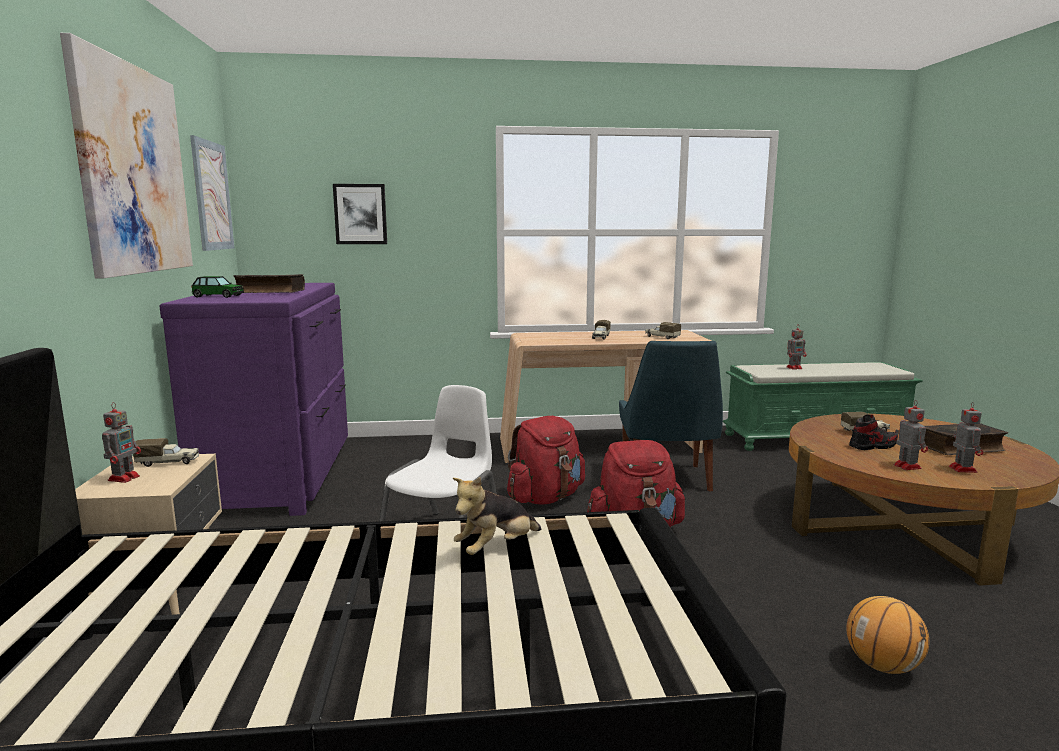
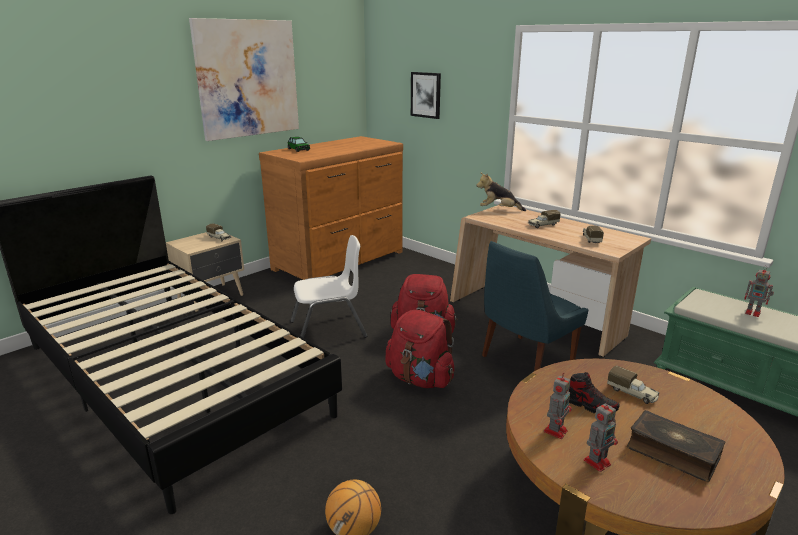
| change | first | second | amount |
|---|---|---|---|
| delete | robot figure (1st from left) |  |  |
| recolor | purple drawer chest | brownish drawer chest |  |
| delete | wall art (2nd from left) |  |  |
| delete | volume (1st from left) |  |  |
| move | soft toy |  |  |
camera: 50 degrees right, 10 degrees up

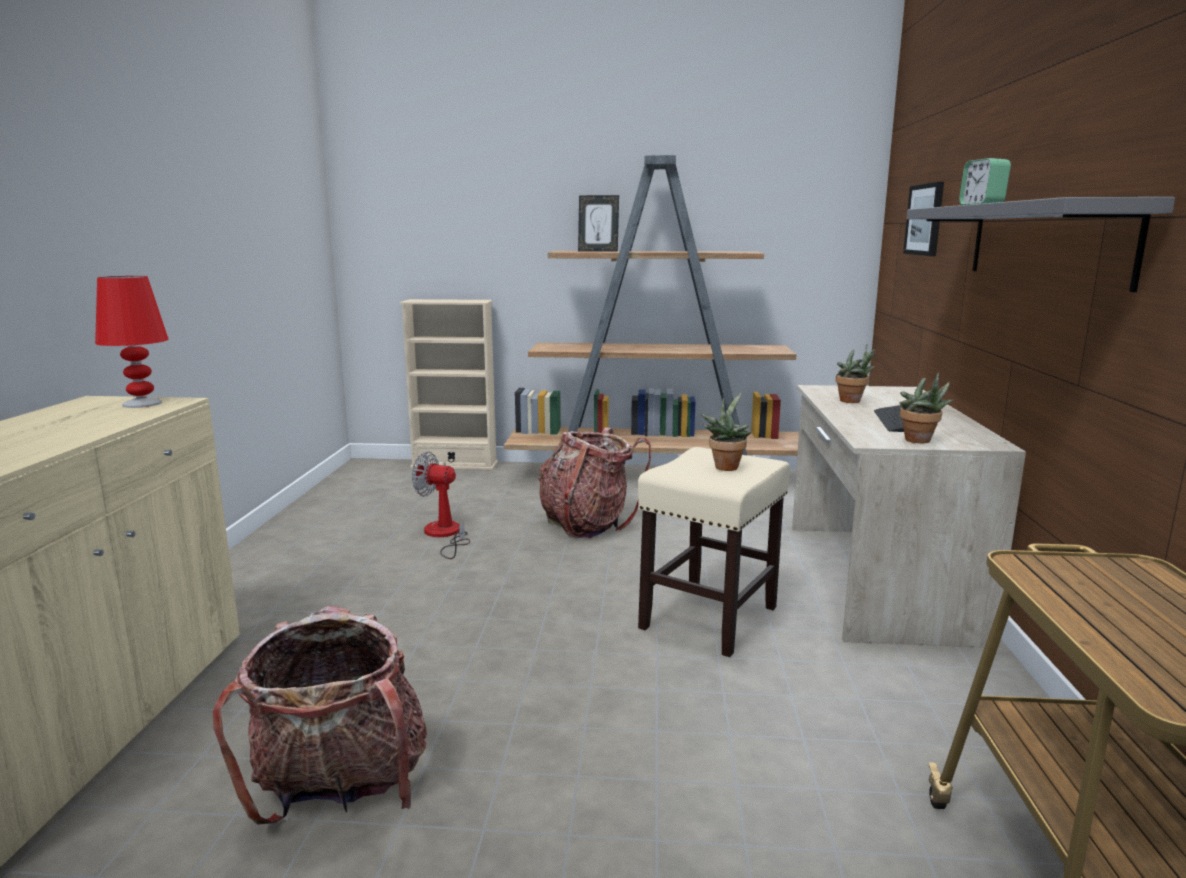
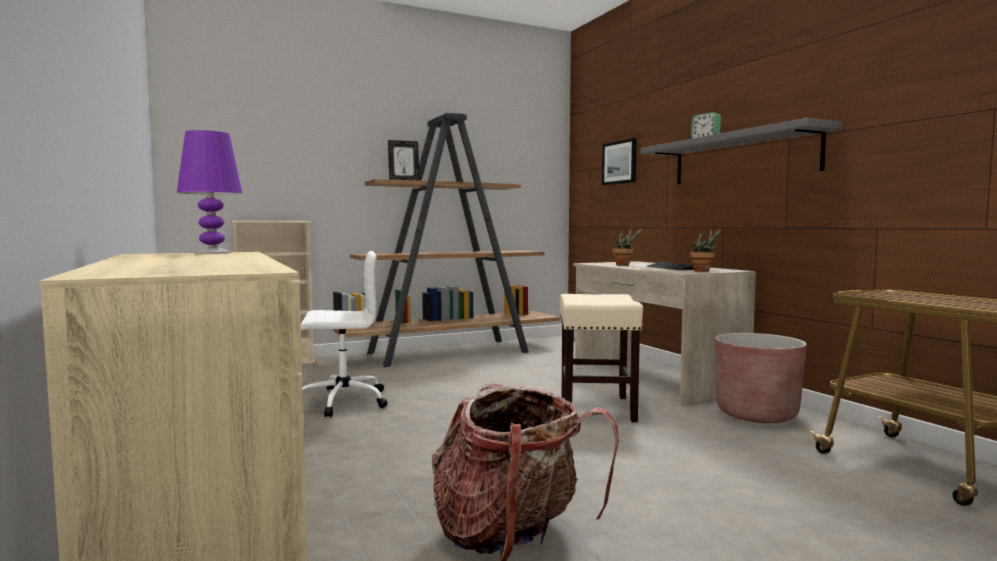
| change | first | second | amount |
|---|---|---|---|
| recolor | reddish table lamp | purple table lamp |  |
| replace | fan | whitish computer chair |  |
| delete | rucksack (2nd from left) |  |  |
| delete | potted plant (1st from left) |  |  |
| insert |  | brownish plant pot |  |
camera: 30 degrees left, 10 degrees down

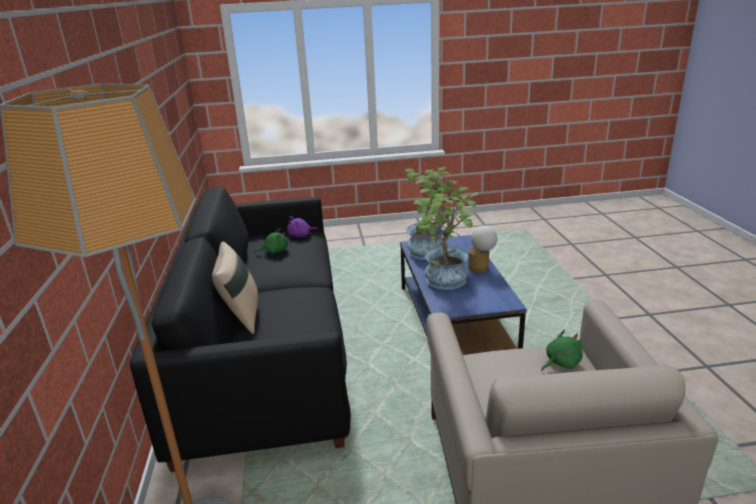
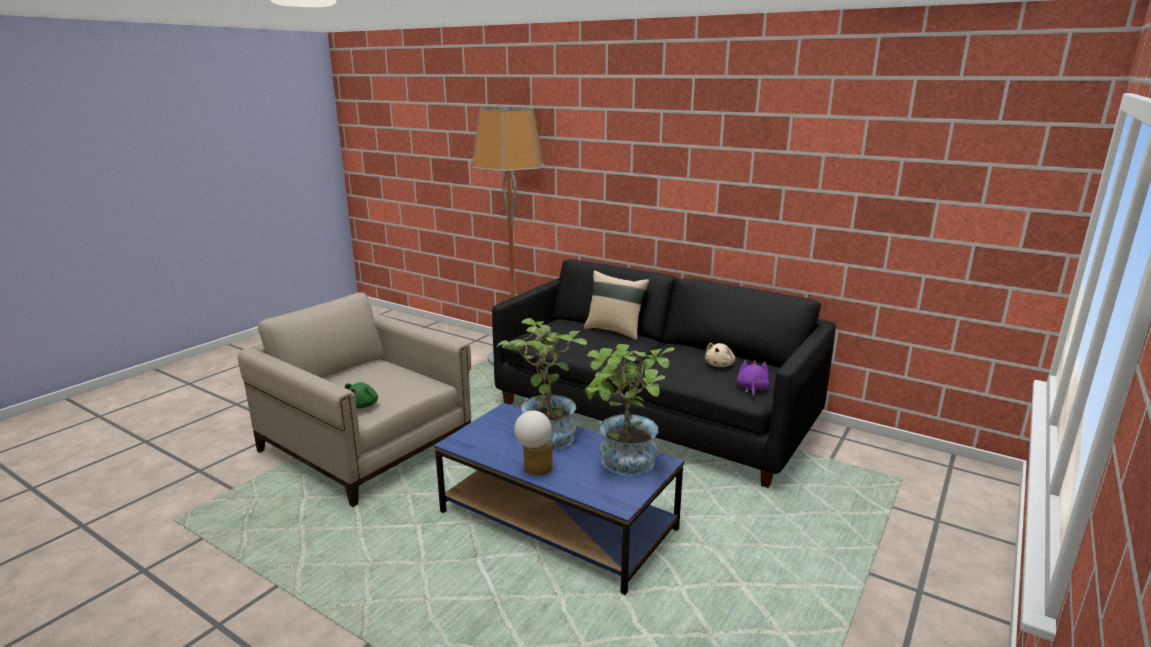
| change | first | second | amount |
|---|---|---|---|
| recolor | green-coloured soft toy (1st from left) | beige-coloured soft toy |  |
camera: 130 degrees right, 5 degrees down

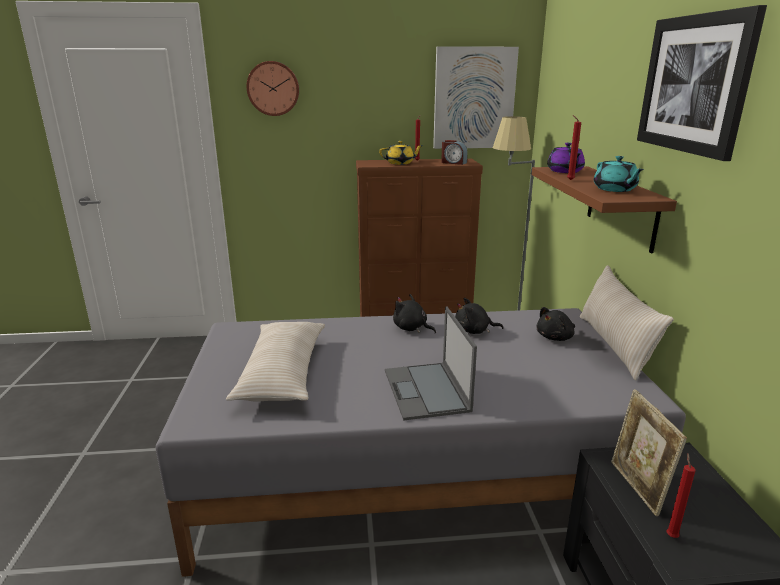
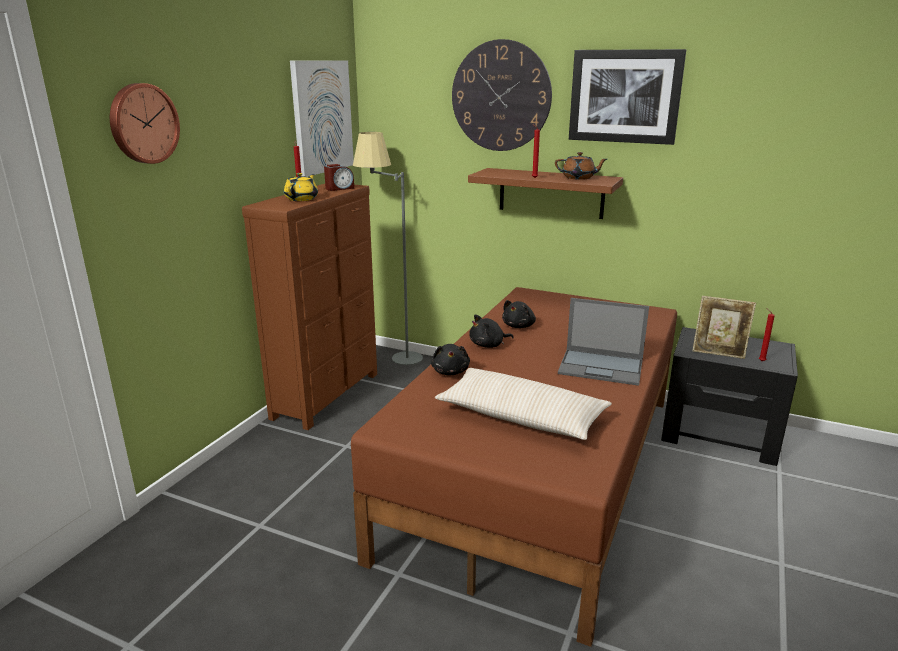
| change | first | second | amount |
|---|---|---|---|
| recolor | greyish bedroom bed | brownish bedroom bed |  |
| move | blackish soft toy (3rd from left in the first image) | blackish soft toy (1st from left) |  |
| delete | purple tea pot |  |  |
| delete | beige-coloured pillow (2nd from left) |  |  |
| recolor | blue-green tea pot | brownish tea pot |  |
| insert |  | wall clock (2nd from left) |  |
camera: 60 degrees left, 0 degrees up

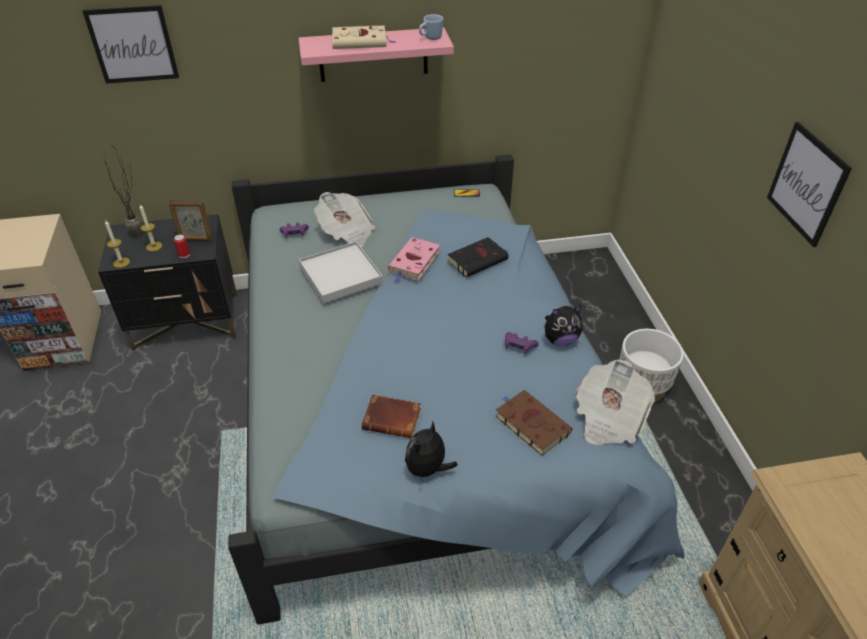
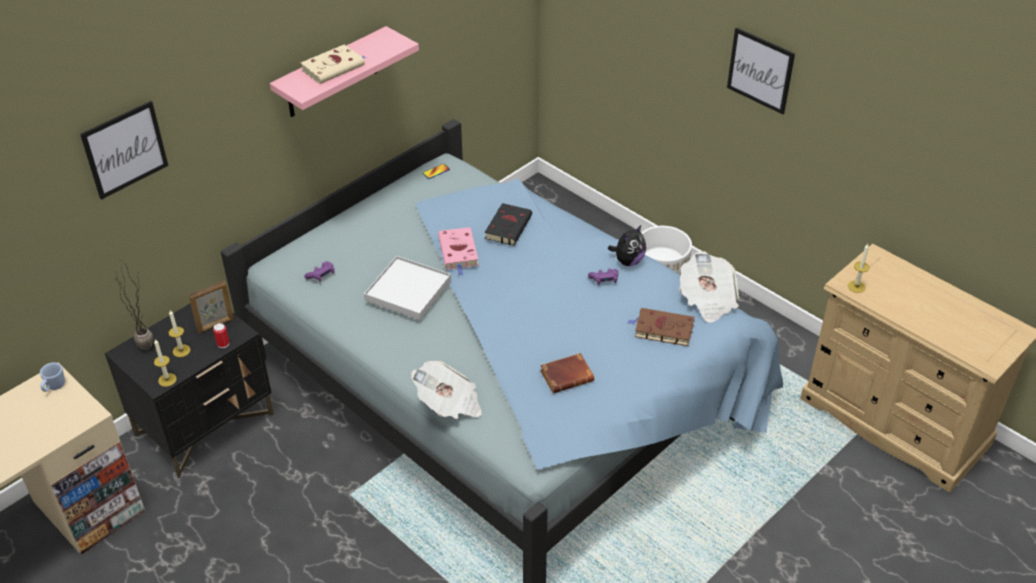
| change | first | second | amount |
|---|---|---|---|
| move | newspaper (1st from left) |  |  |
| delete | soft toy (1st from left) |  |  |
| move | blue tea mug |  |  |
| insert |  | wax candle (3rd from left) |  |
camera: 35 degrees left, 0 degrees up

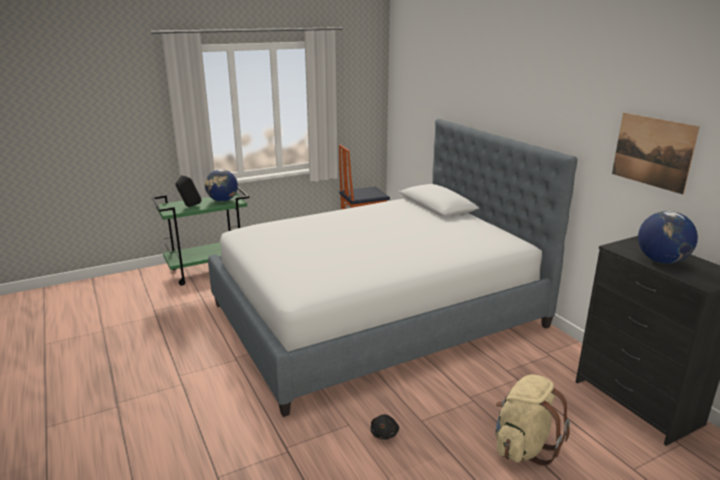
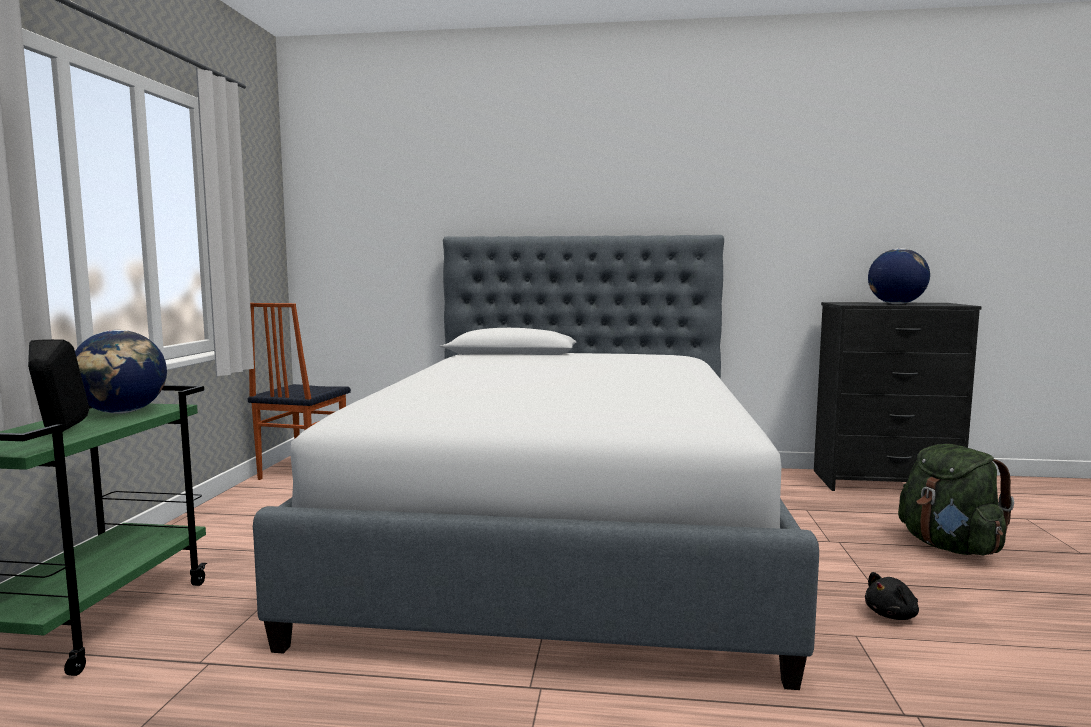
| change | first | second | amount |
|---|---|---|---|
| rotate | blackish soft toy |  | 105 degrees clockwise |
| recolor | beige-coloured rucksack | green-coloured rucksack |  |
| delete | wall art |  |  |
camera: 55 degrees left, 15 degrees down

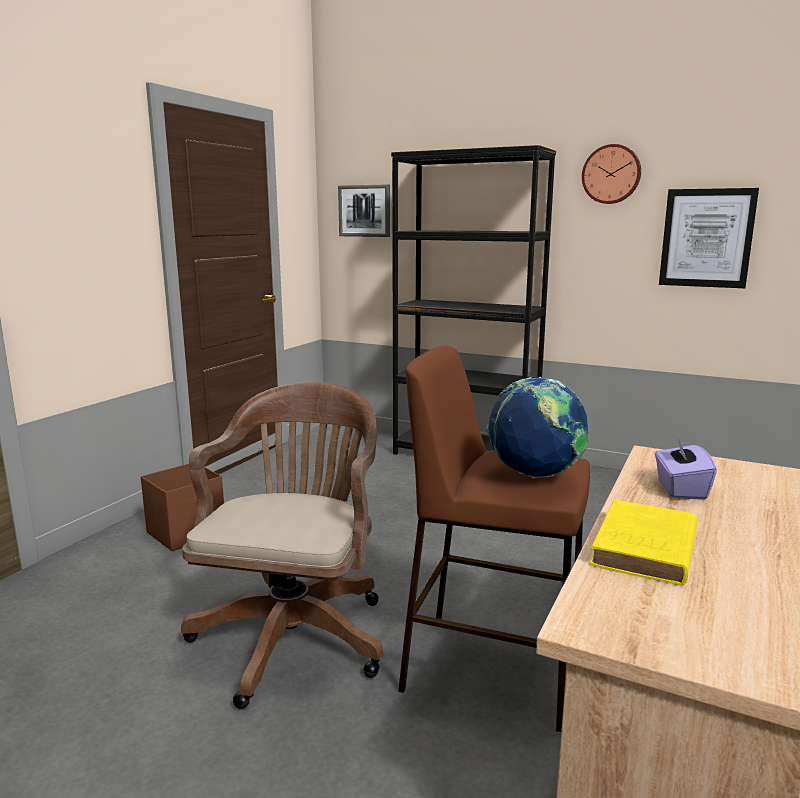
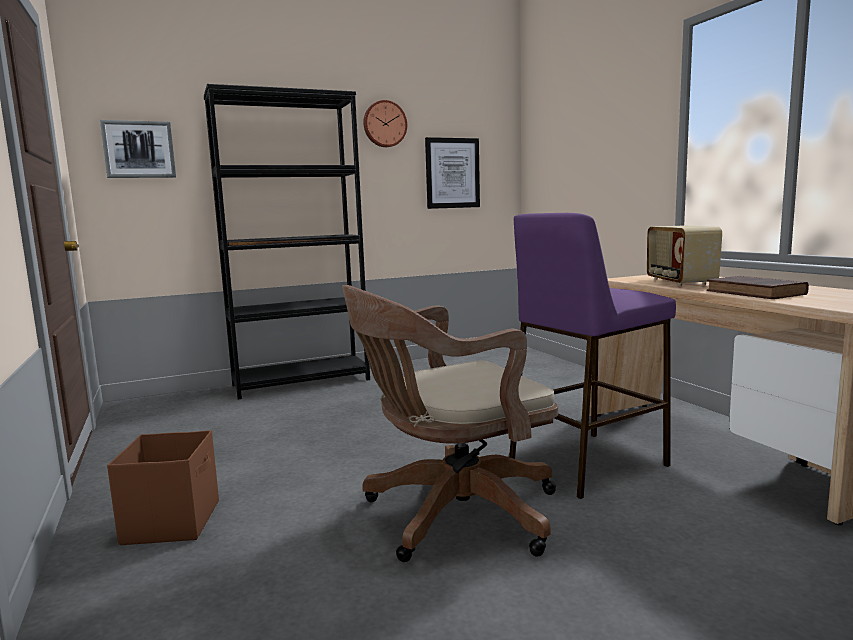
| change | first | second | amount |
|---|---|---|---|
| rotate | brownish computer chair |  | 75 degrees counterclockwise |
| recolor | brownish stool | purple stool |  |
| delete | desk globe |  |  |
| recolor | yellow-coloured volume | brownish volume |  |
| replace | purple tissue holder | radio |  |
camera: 50 degrees left, 5 degrees down

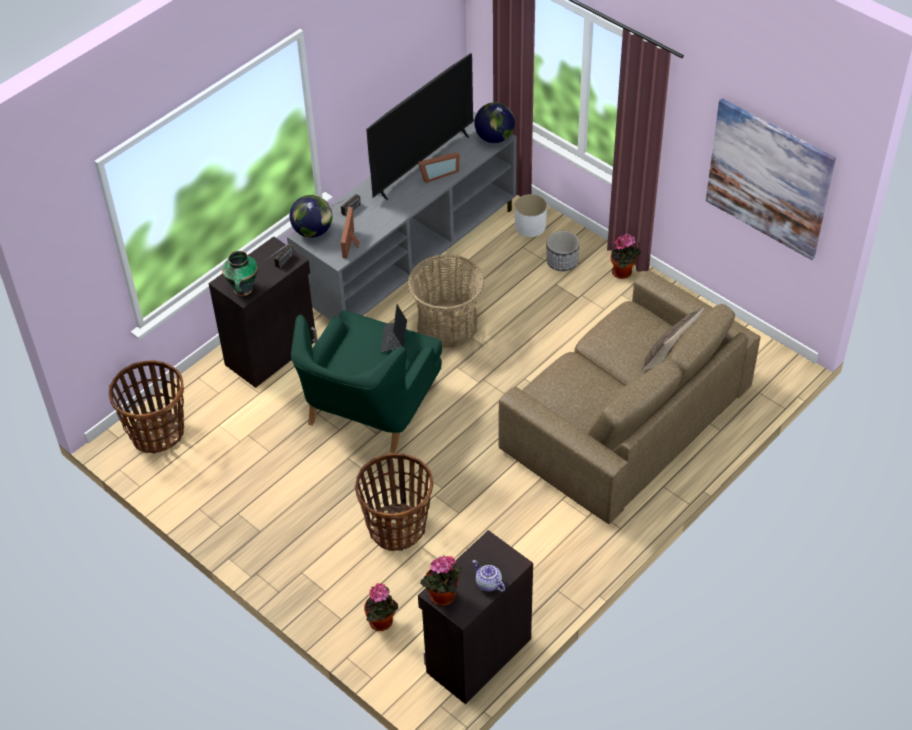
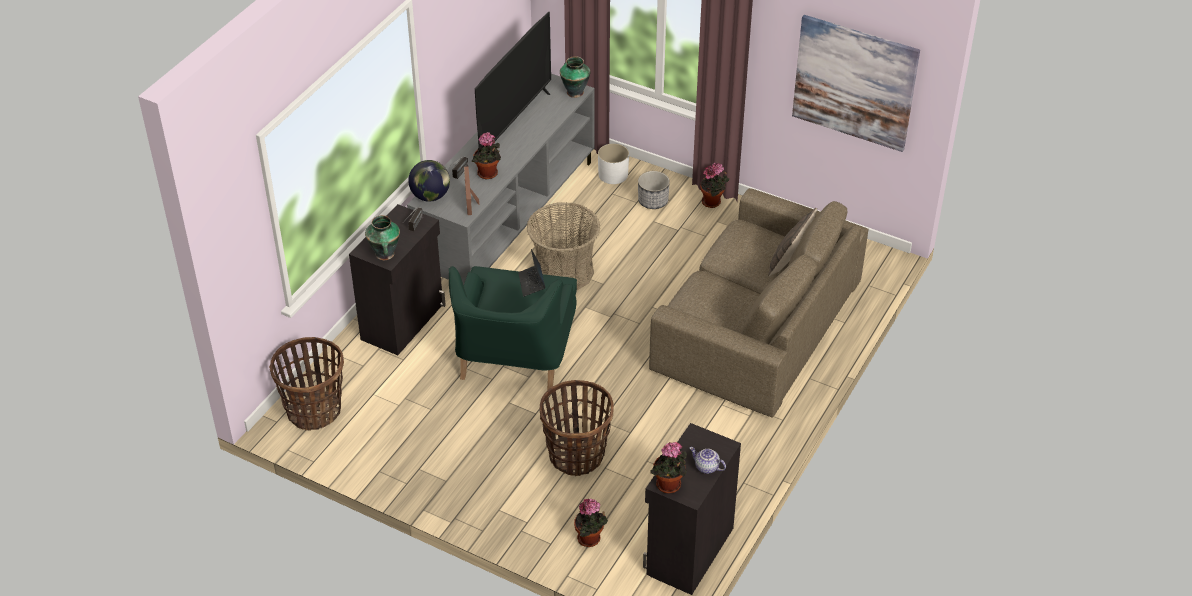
| change | first | second | amount |
|---|---|---|---|
| delete | standing frame (2nd from left) |  |  |
| replace | desk globe (2nd from left) | decorative vase (2nd from left) |  |
| insert |  | potted plant (1st from left) |  |
camera: 15 degrees left, 5 degrees down

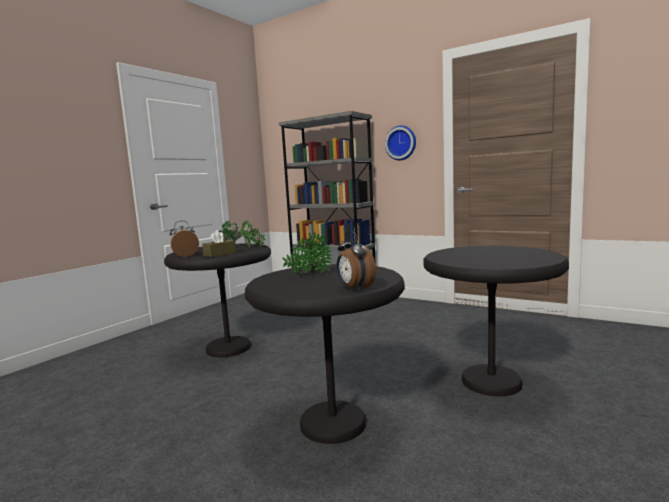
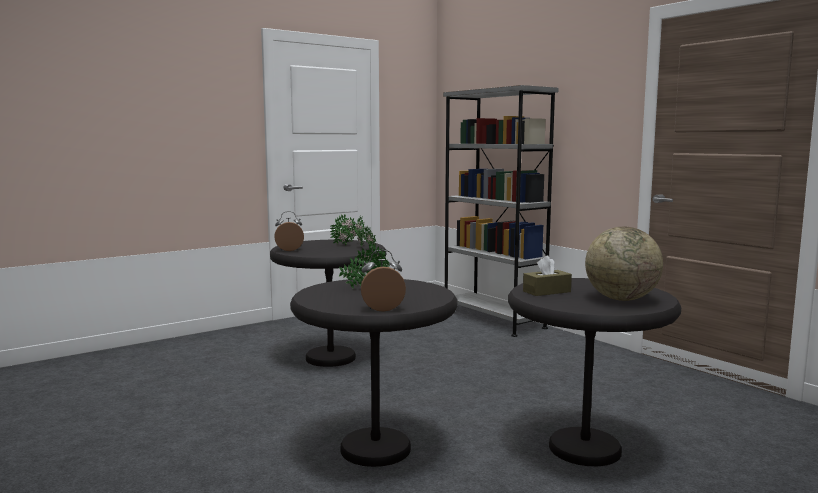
| change | first | second | amount |
|---|---|---|---|
| move | brownish tissue holder |  |  |
| rotate | table clock (2nd from left) |  | 90 degrees clockwise |
| delete | wall clock |  |  |
| insert |  | desk globe |  |
camera: 20 degrees right, 0 degrees up

